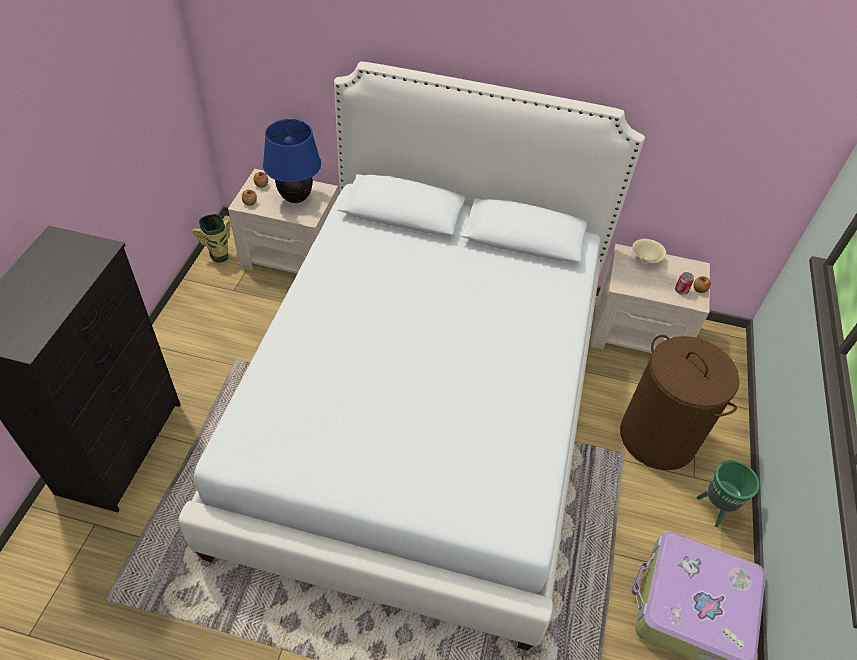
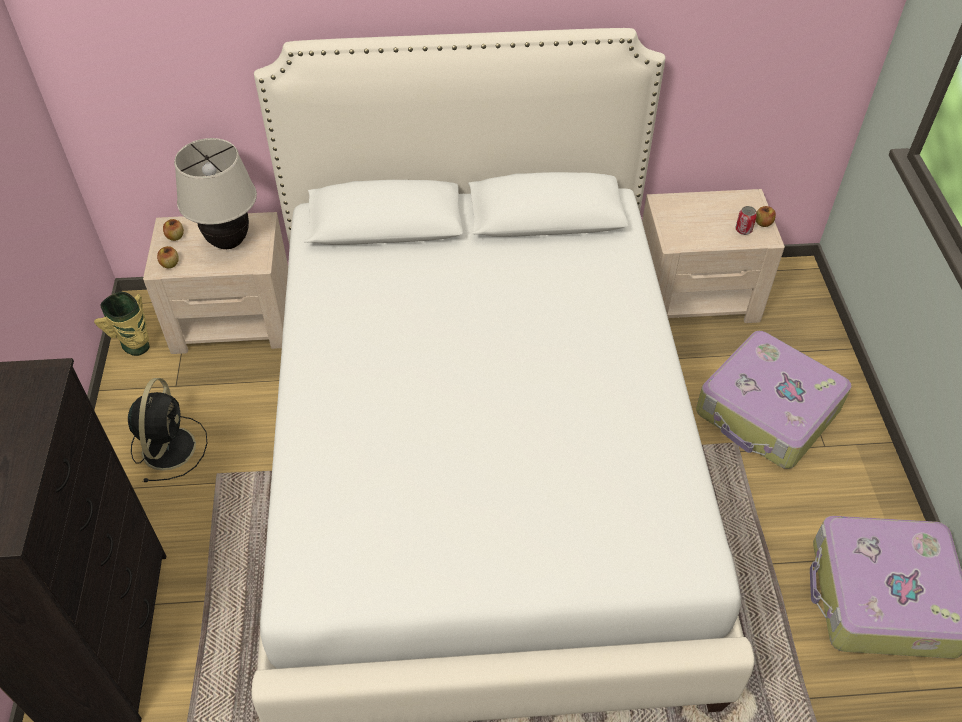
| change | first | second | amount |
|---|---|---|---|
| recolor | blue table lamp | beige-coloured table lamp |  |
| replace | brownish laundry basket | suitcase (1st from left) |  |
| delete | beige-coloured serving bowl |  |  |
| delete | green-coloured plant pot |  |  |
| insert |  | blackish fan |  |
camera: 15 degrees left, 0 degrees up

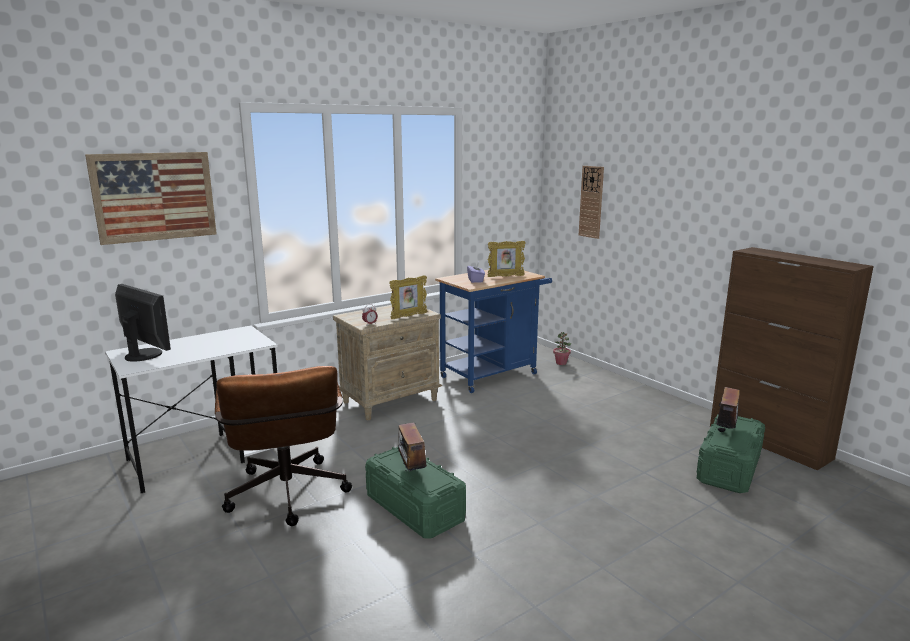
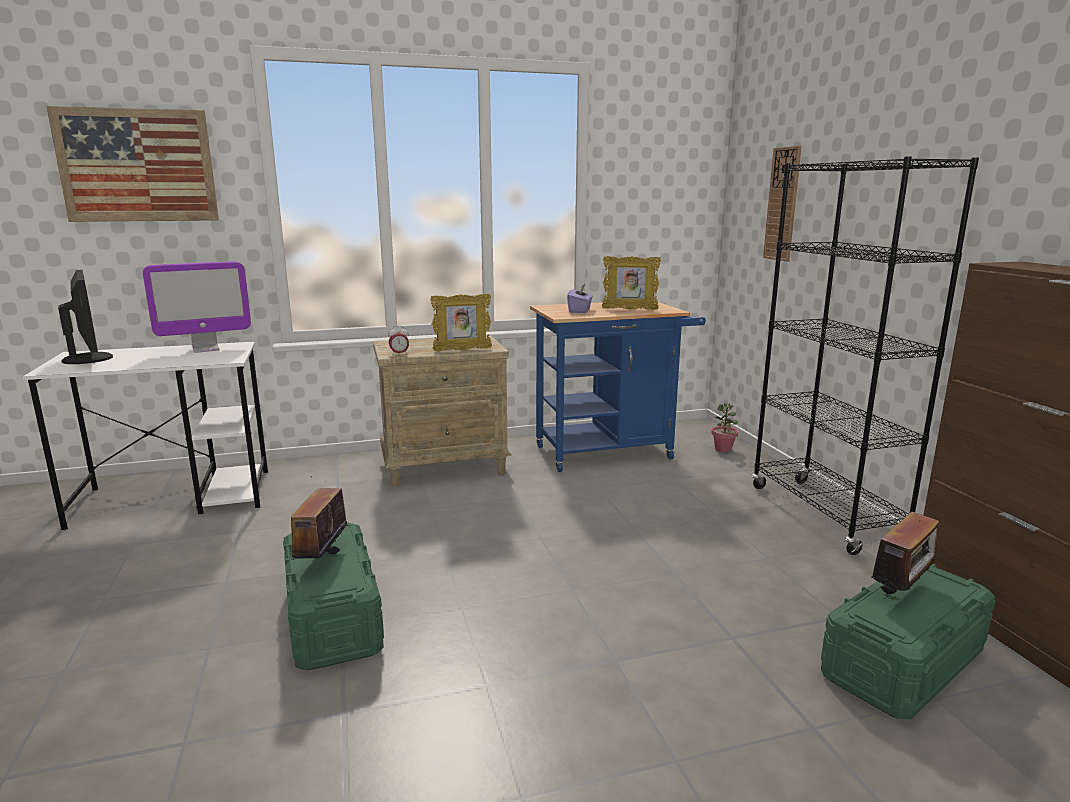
| change | first | second | amount |
|---|---|---|---|
| delete | brownish computer chair |  |  |
| insert |  | monitor (2nd from left) |  |
| insert |  | blackish bookcase |  |
camera: 20 degrees right, 0 degrees up

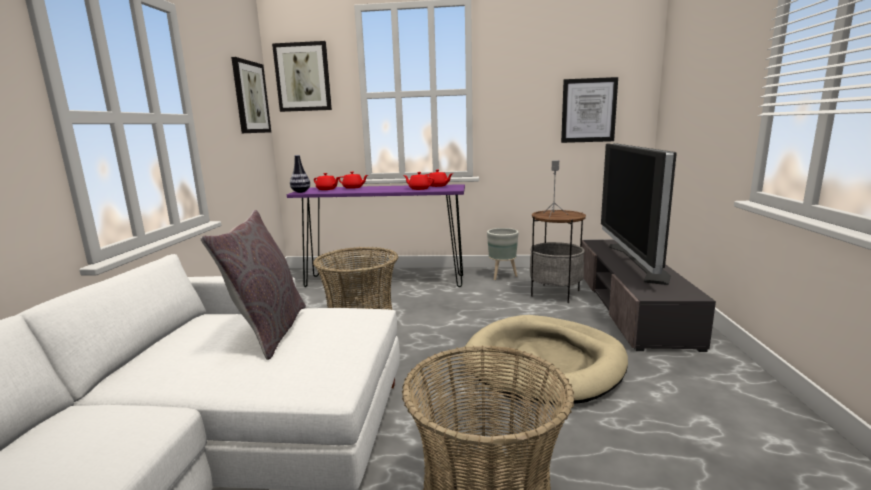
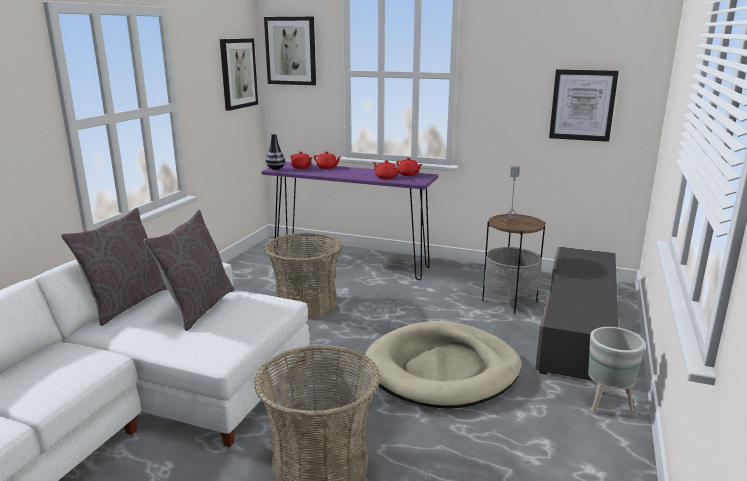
| change | first | second | amount |
|---|---|---|---|
| move | greyish plant pot |  |  |
| delete | TV |  |  |
| insert |  | greyish pillow (1st from left) |  |
camera: 15 degrees right, 5 degrees up

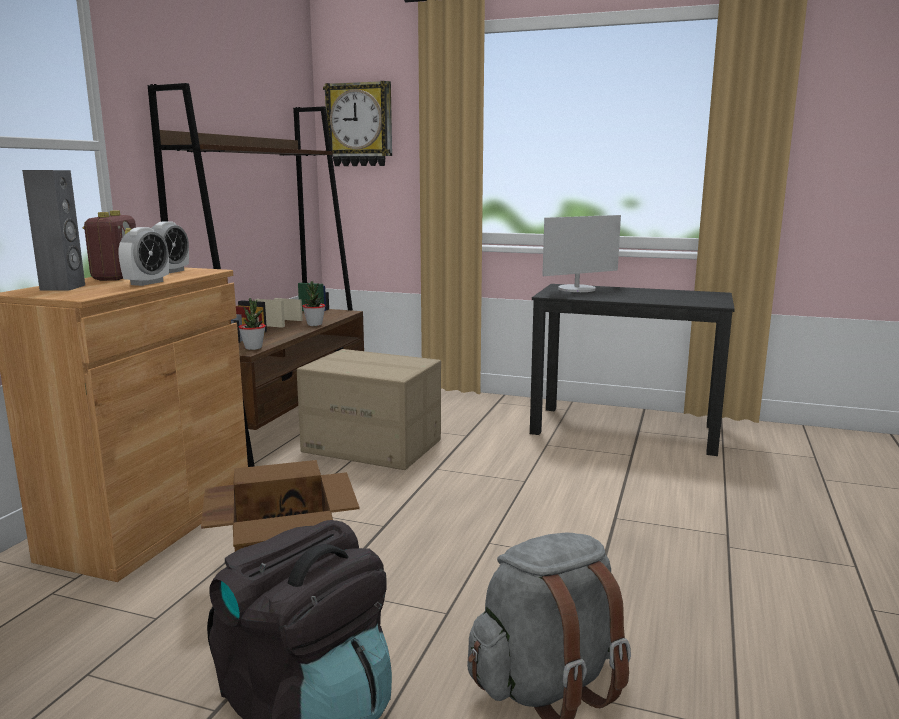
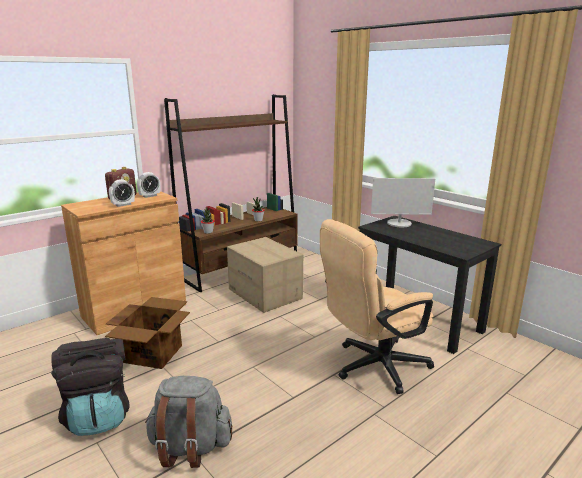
| change | first | second | amount |
|---|---|---|---|
| delete | greyish loudspeaker |  |  |
| delete | wall clock |  |  |
| insert |  | beige-coloured computer chair |  |
camera: 30 degrees right, 5 degrees up

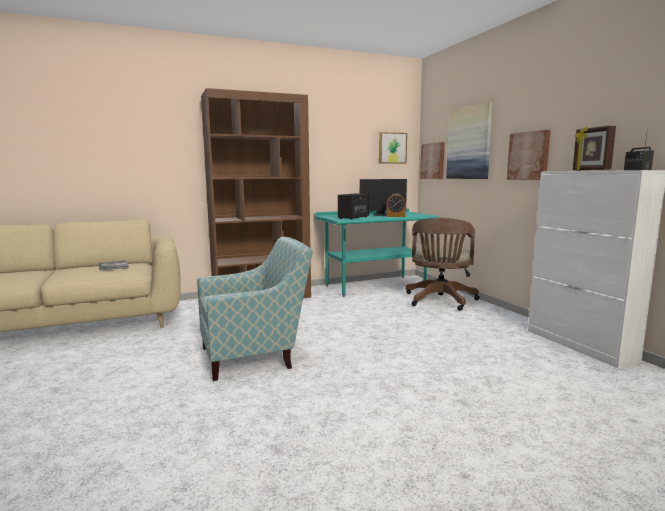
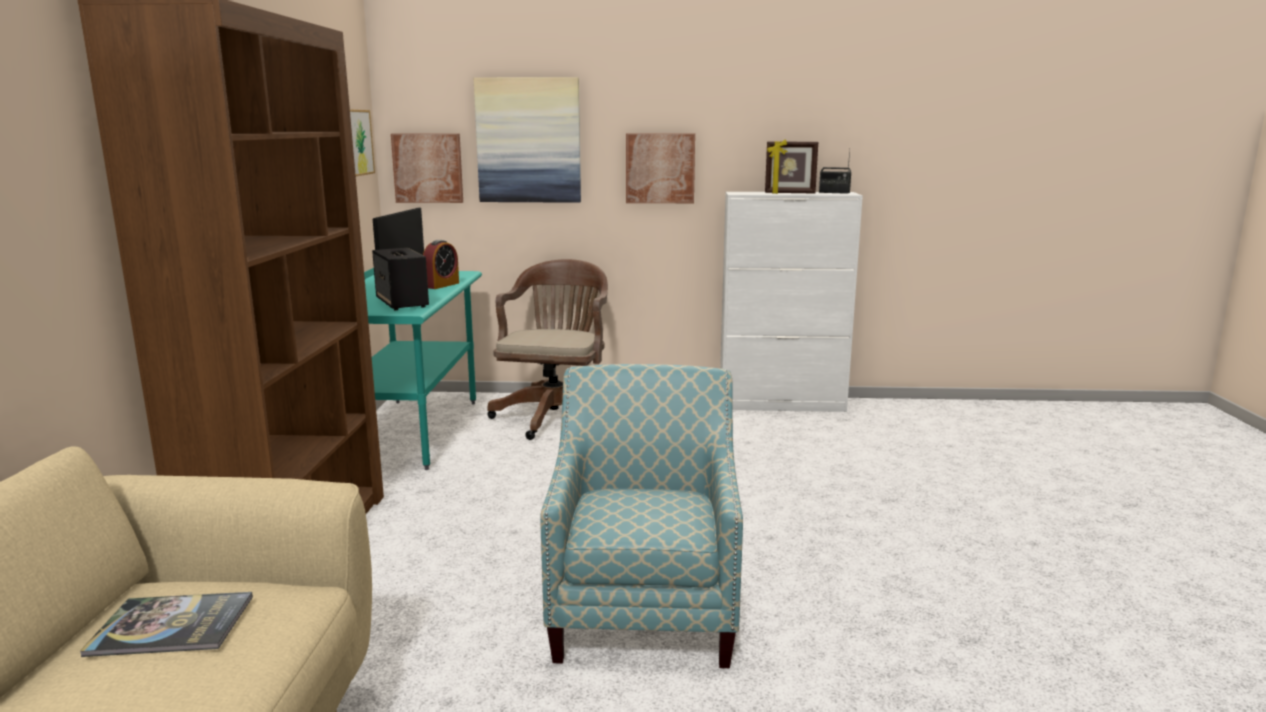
| change | first | second | amount |
|---|---|---|---|
| rotate | brownish computer chair |  | 120 degrees counterclockwise |
camera: 65 degrees left, 5 degrees up

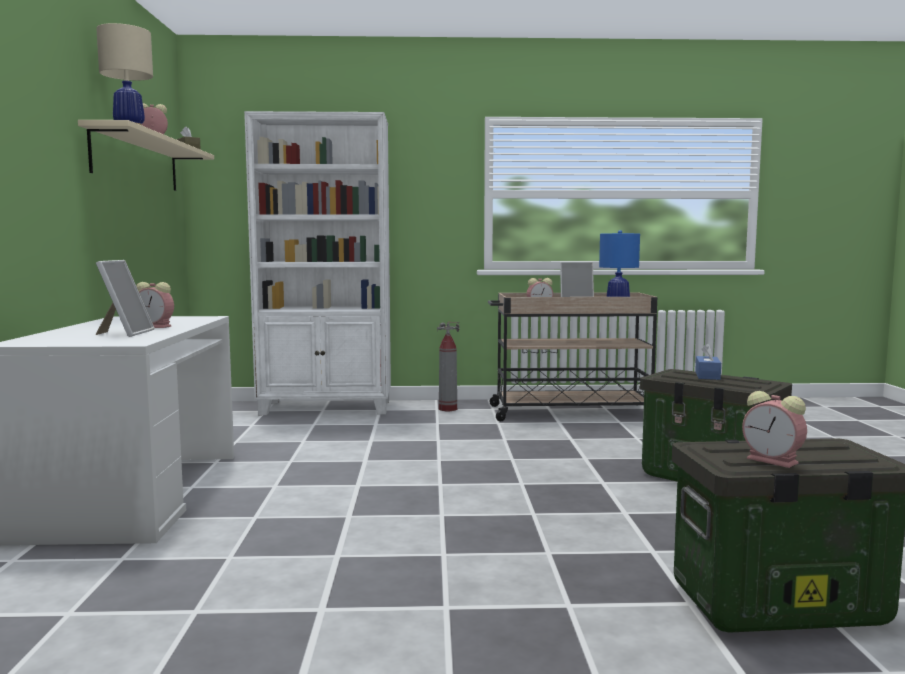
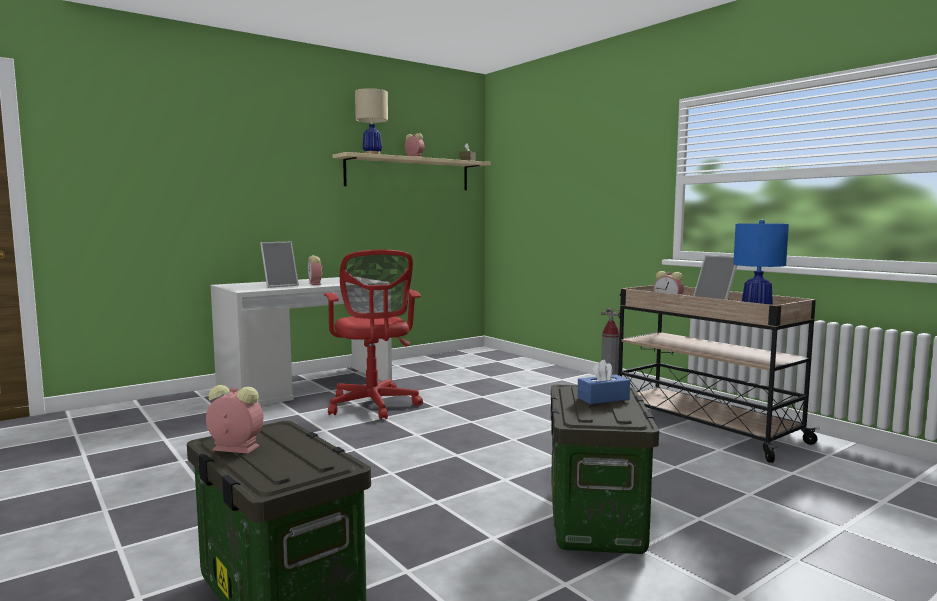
| change | first | second | amount |
|---|---|---|---|
| delete | whitish bookcase |  |  |
| rotate | table clock (4th from left in the first image) | table clock (1st from left) | 90 degrees clockwise |
| insert |  | reddish computer chair |  |
camera: 55 degrees right, 0 degrees up

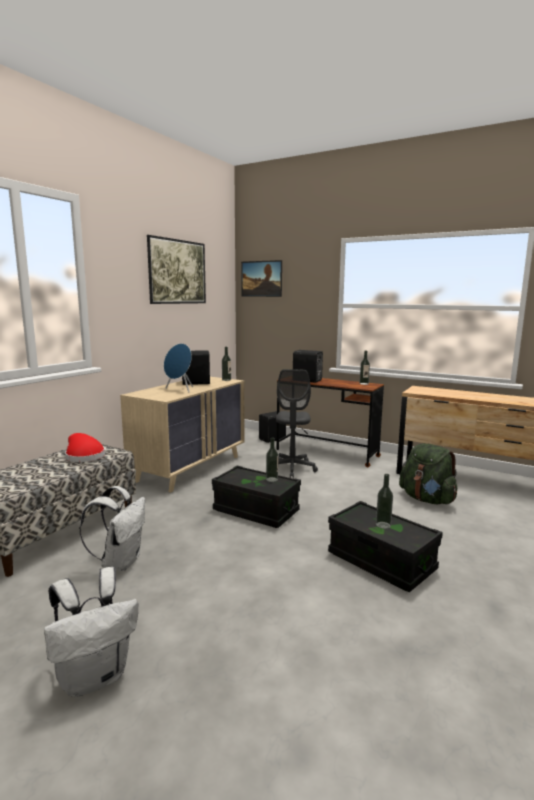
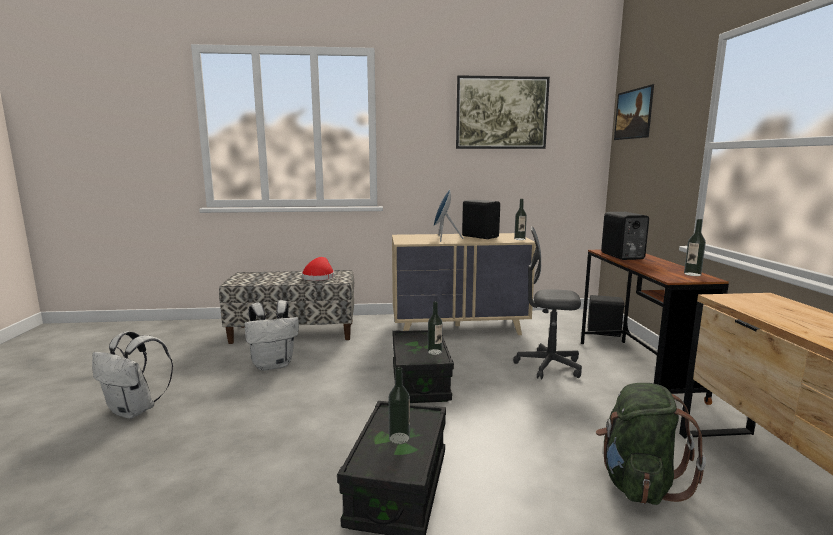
| change | first | second | amount |
|---|---|---|---|
| rotate | greyish computer chair |  | 45 degrees clockwise |
camera: 55 degrees right, 0 degrees up

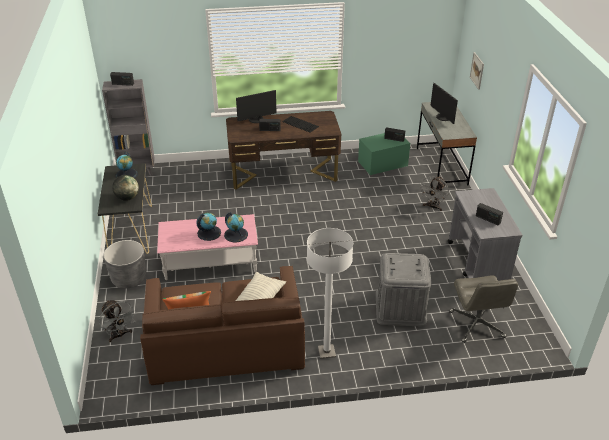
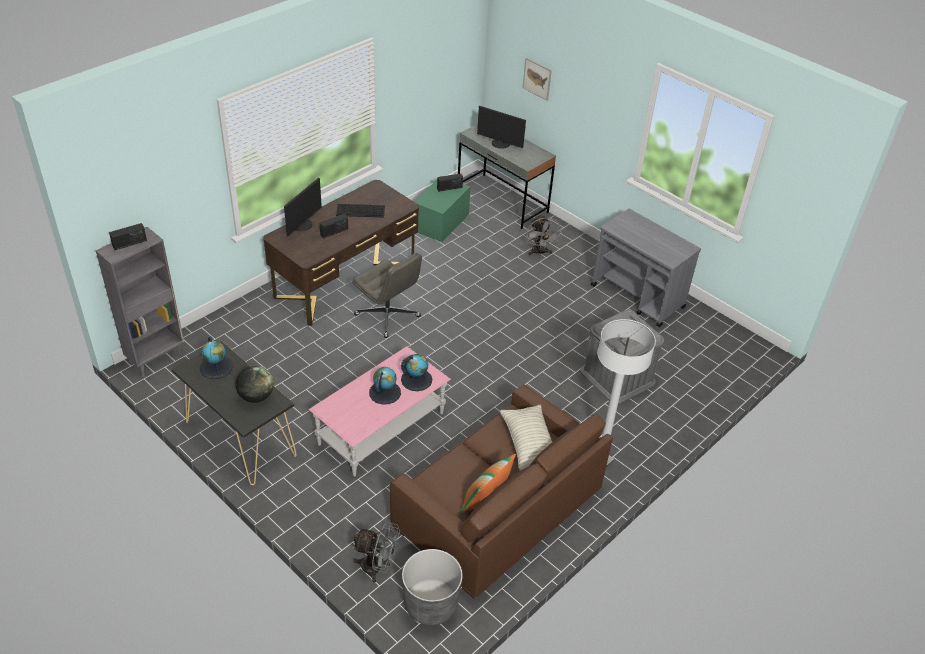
| change | first | second | amount |
|---|---|---|---|
| move | greyish plant pot |  |  |
| move | greyish computer chair |  |  |
| delete | radio (4th from left) |  |  |
camera: 40 degrees left, 5 degrees up

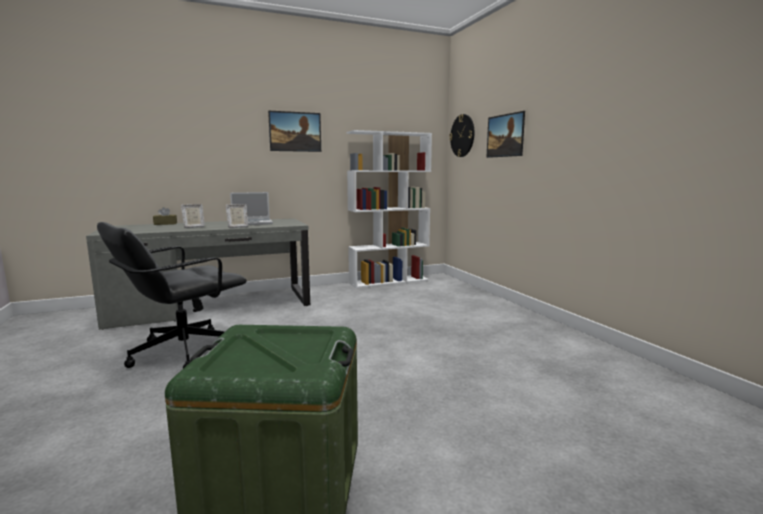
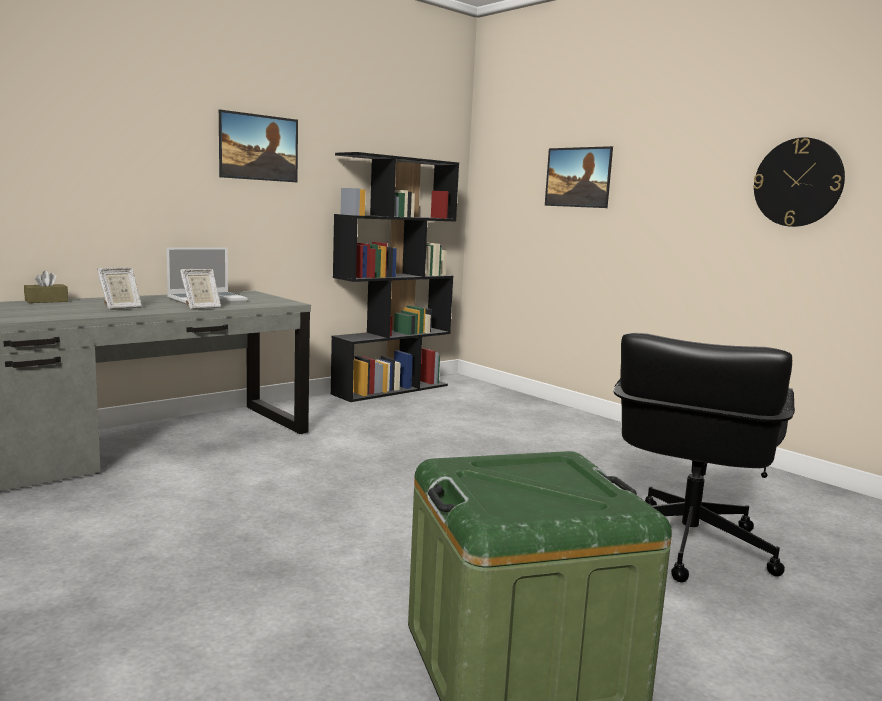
| change | first | second | amount |
|---|---|---|---|
| move | blackish computer chair |  |  |
| recolor | whitish bookcase | blackish bookcase |  |
| move | wall clock |  |  |
camera: 20 degrees left, 0 degrees up

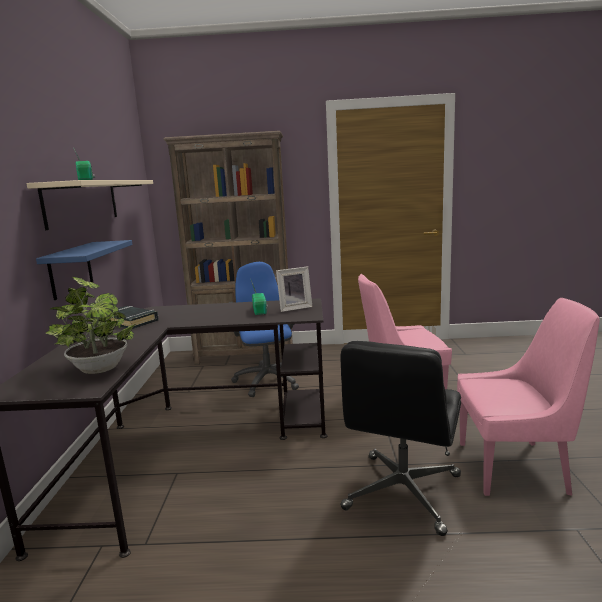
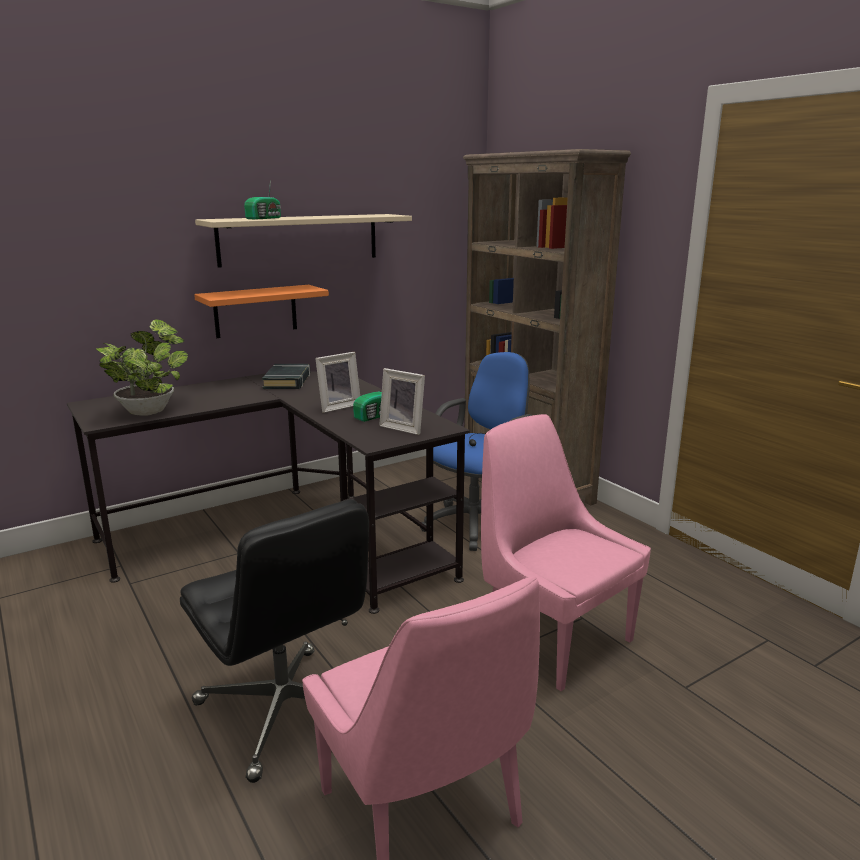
| change | first | second | amount |
|---|---|---|---|
| recolor | blue bracket shelf | orange-coloured bracket shelf |  |
| rotate | blackish computer chair |  | 120 degrees counterclockwise |
| insert |  | standing frame (1st from left) |  |
camera: 55 degrees right, 5 degrees up

